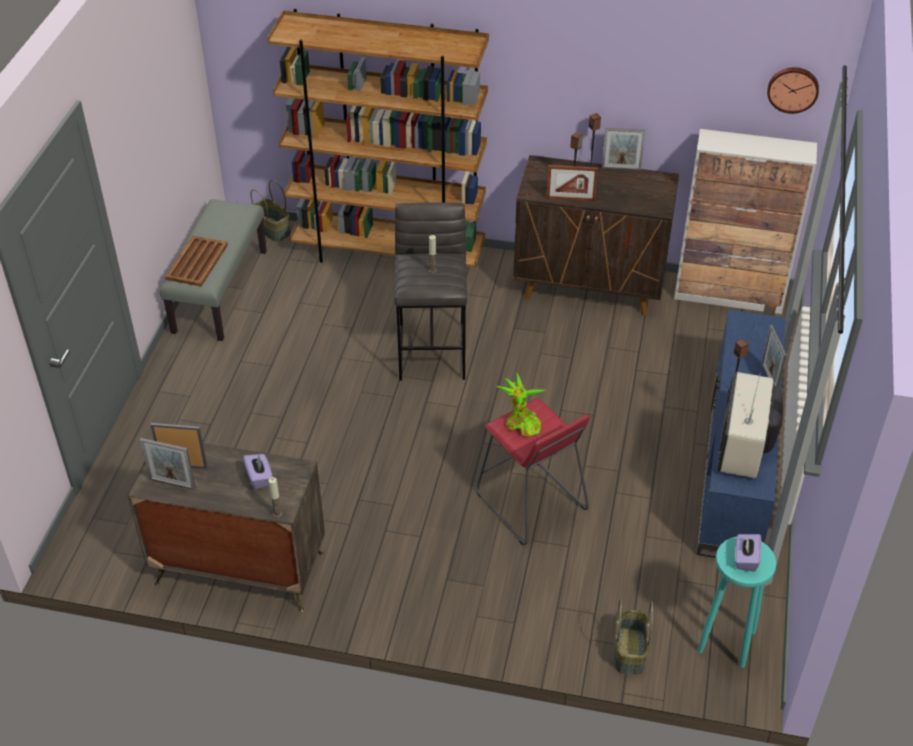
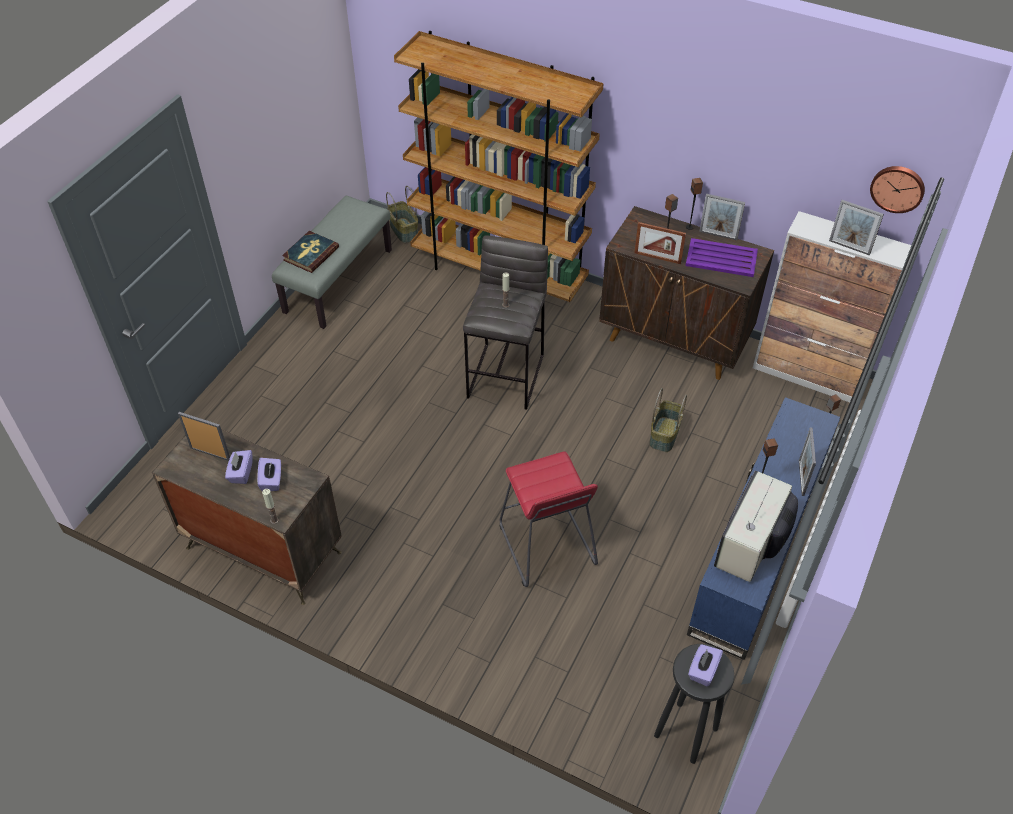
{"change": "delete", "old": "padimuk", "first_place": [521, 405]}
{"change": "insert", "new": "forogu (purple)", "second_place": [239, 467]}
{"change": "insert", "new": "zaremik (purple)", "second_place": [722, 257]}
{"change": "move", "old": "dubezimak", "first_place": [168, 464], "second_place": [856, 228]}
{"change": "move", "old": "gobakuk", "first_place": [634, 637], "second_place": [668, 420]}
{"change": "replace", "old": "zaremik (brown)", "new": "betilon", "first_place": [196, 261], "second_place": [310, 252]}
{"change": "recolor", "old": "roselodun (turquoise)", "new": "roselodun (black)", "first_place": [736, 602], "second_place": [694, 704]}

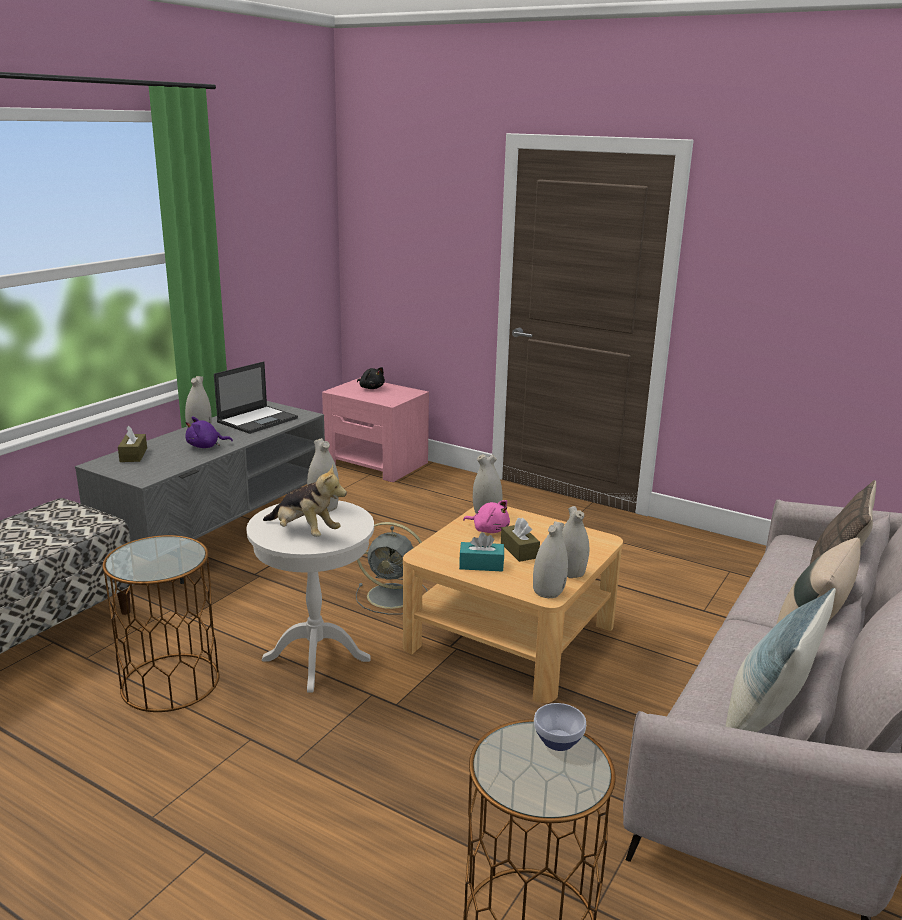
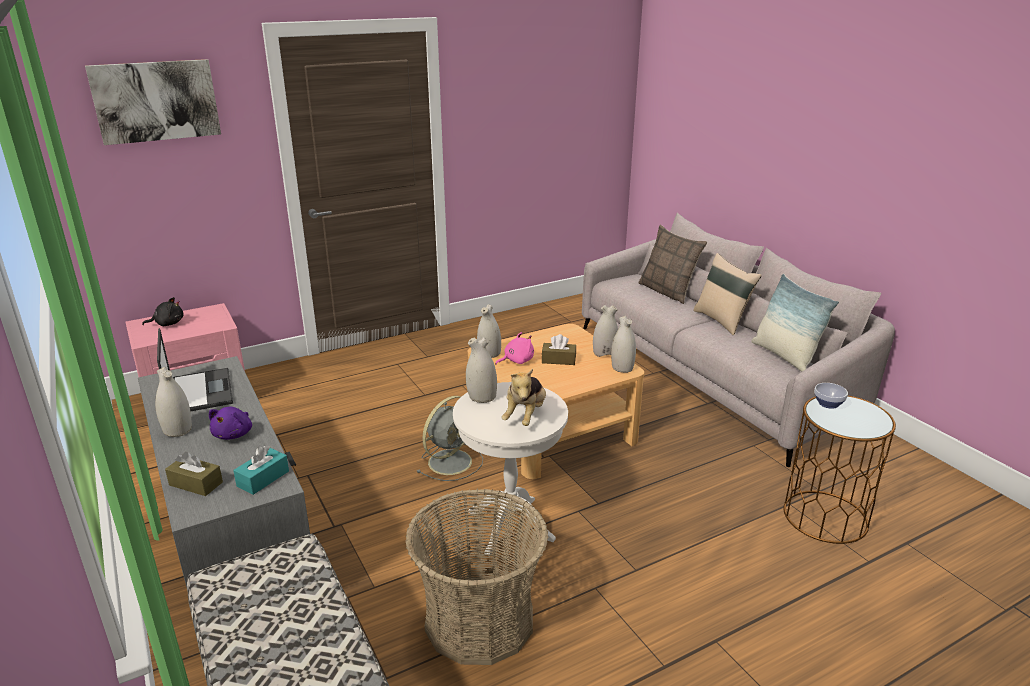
{"change": "insert", "new": "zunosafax", "second_place": [153, 102]}
{"change": "move", "old": "forogu (turquoise)", "first_place": [481, 552], "second_place": [261, 470]}
{"change": "replace", "old": "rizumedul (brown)", "new": "gobakuk", "first_place": [161, 623], "second_place": [476, 577]}
{"change": "rotate", "old": "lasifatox", "first_place": [305, 501], "second_place": [524, 397], "degrees": 135}

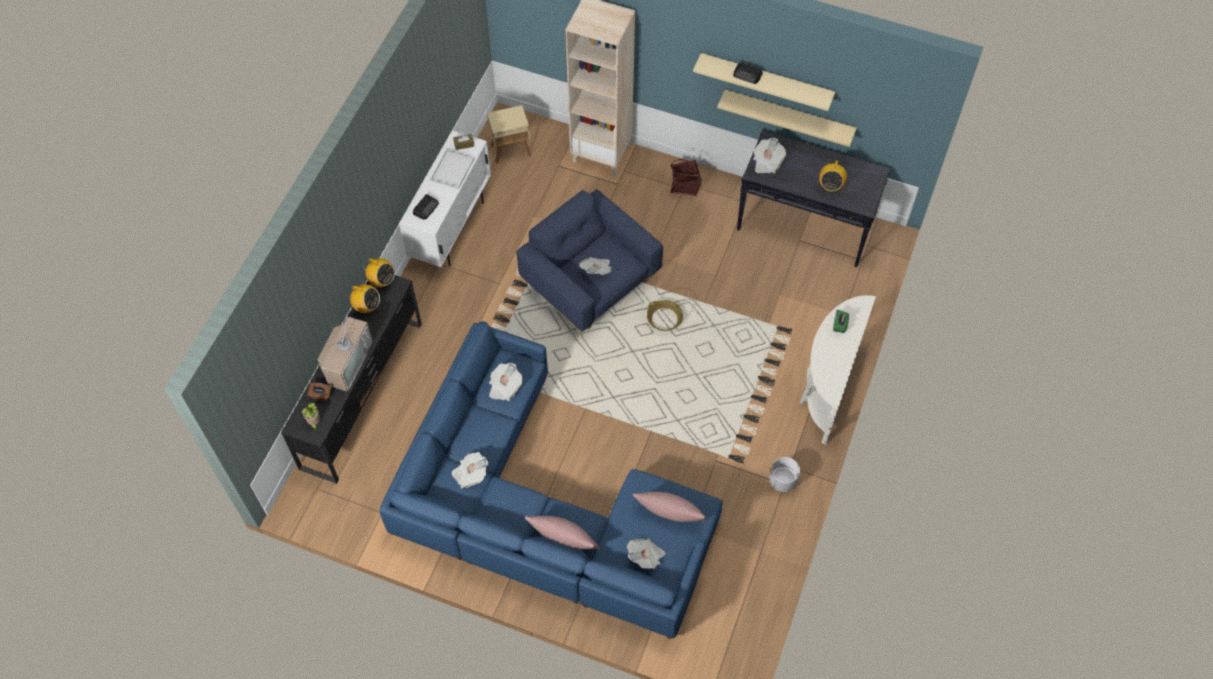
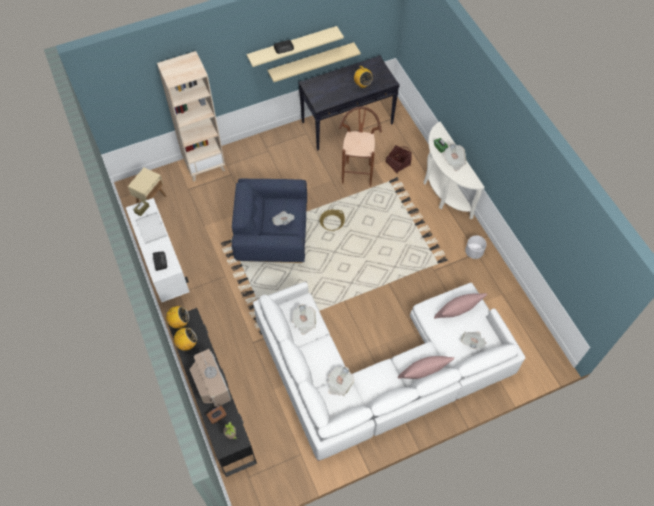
{"change": "insert", "new": "roselodun (brown)", "second_place": [360, 146]}
{"change": "move", "old": "gobakuk", "first_place": [686, 178], "second_place": [399, 159]}
{"change": "move", "old": "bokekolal", "first_place": [769, 155], "second_place": [456, 157]}
{"change": "recolor", "old": "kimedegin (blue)", "new": "kimedegin (white)", "first_place": [551, 480], "second_place": [389, 371]}

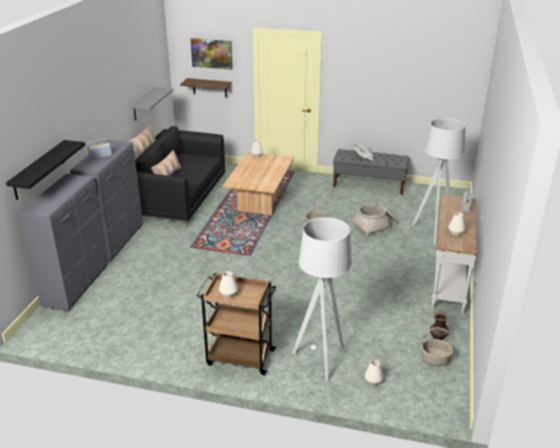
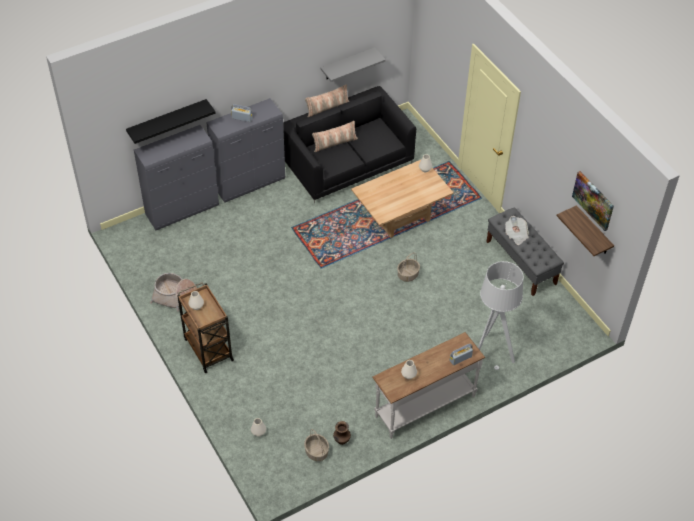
{"change": "delete", "old": "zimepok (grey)", "first_place": [322, 299]}
{"change": "move", "old": "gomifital", "first_place": [206, 87], "second_place": [585, 230]}
{"change": "move", "old": "zunosafax", "first_place": [211, 54], "second_place": [593, 201]}
{"change": "move", "old": "gobakuk", "first_place": [374, 220], "second_place": [173, 292]}

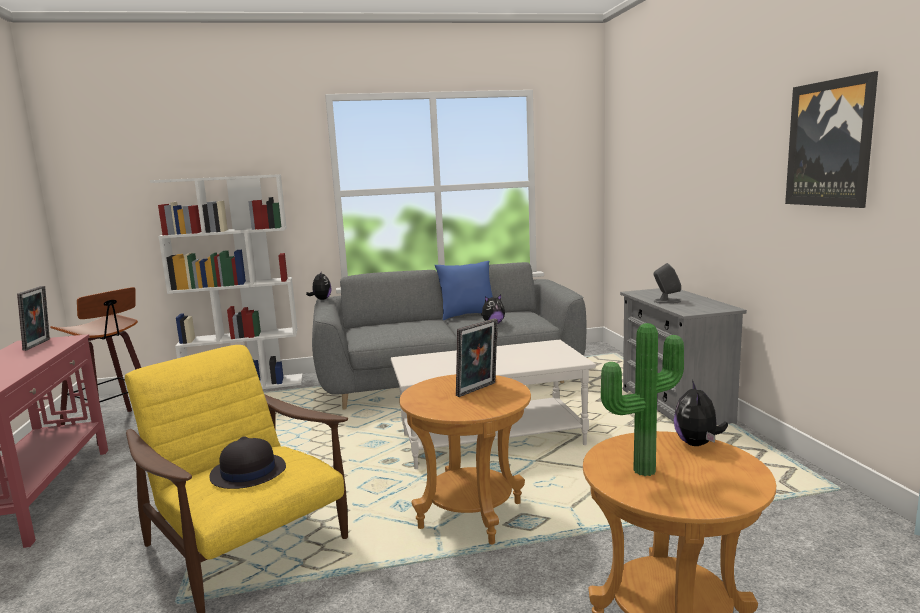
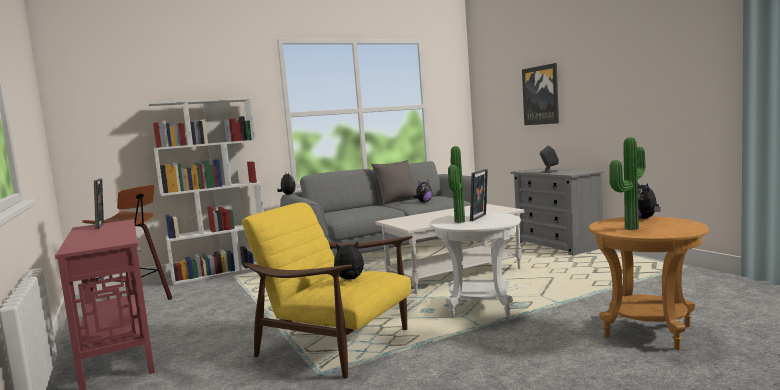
{"change": "insert", "new": "padimuk", "second_place": [456, 184]}
{"change": "move", "old": "zunosafax", "first_place": [831, 139], "second_place": [540, 94]}
{"change": "replace", "old": "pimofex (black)", "new": "lasifatox", "first_place": [248, 462], "second_place": [349, 260]}
{"change": "recolor", "old": "rizumedul (brown)", "new": "rizumedul (white)", "first_place": [465, 459], "second_place": [475, 265]}
{"change": "recolor", "old": "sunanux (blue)", "new": "sunanux (grey)", "first_place": [464, 290], "second_place": [393, 182]}

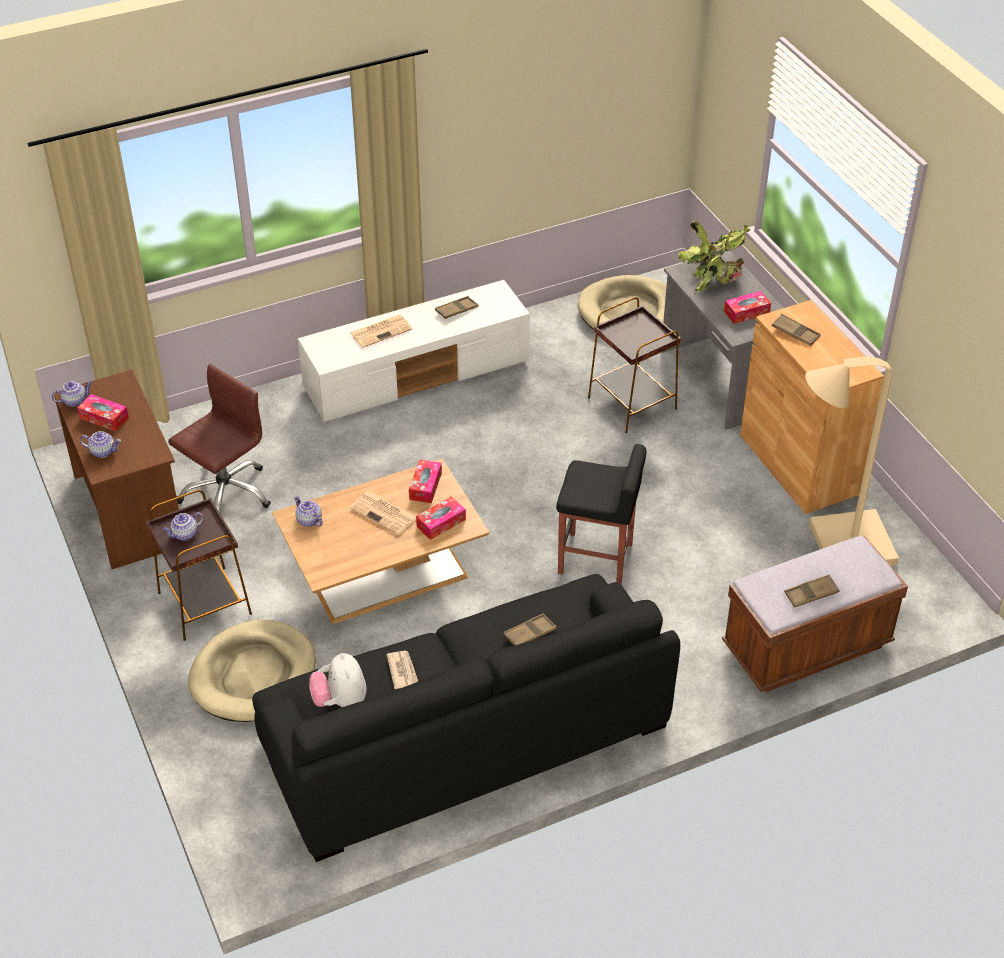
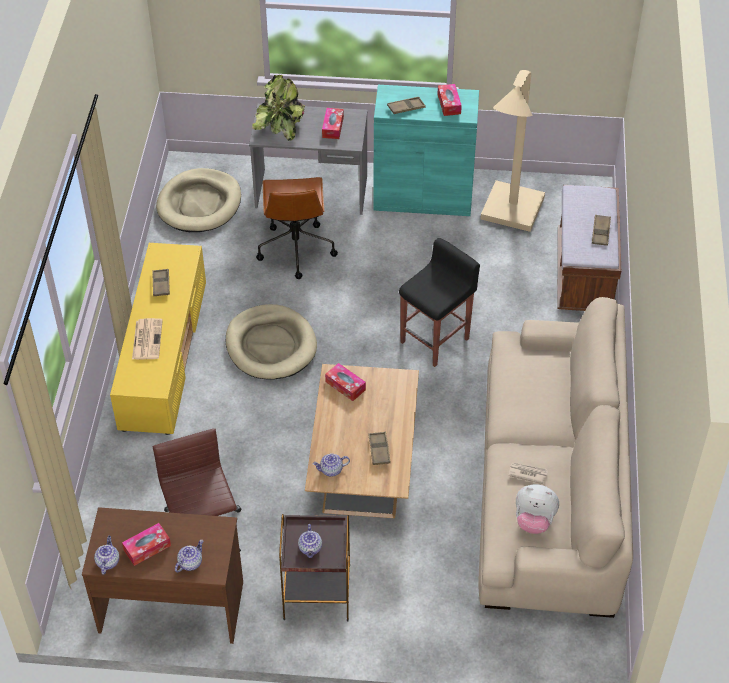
{"change": "delete", "old": "bokekolal", "first_place": [383, 513]}
{"change": "move", "old": "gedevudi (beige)", "first_place": [252, 670], "second_place": [271, 342]}
{"change": "move", "old": "forogu", "first_place": [441, 518], "second_place": [449, 100]}
{"change": "move", "old": "zaremik (brown)", "first_place": [530, 629], "second_place": [379, 448]}
{"change": "replace", "old": "rizumedul (brown)", "new": "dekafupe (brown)", "first_place": [634, 365], "second_place": [297, 228]}
{"change": "recolor", "old": "kimedegin (black)", "new": "kimedegin (beige)", "first_place": [466, 718], "second_place": [555, 457]}
{"change": "recolor", "old": "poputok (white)", "new": "poputok (yellow)", "first_place": [414, 351], "second_place": [158, 339]}
{"change": "recolor", "old": "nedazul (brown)", "new": "nedazul (turquoise)", "first_place": [812, 407], "second_place": [426, 150]}

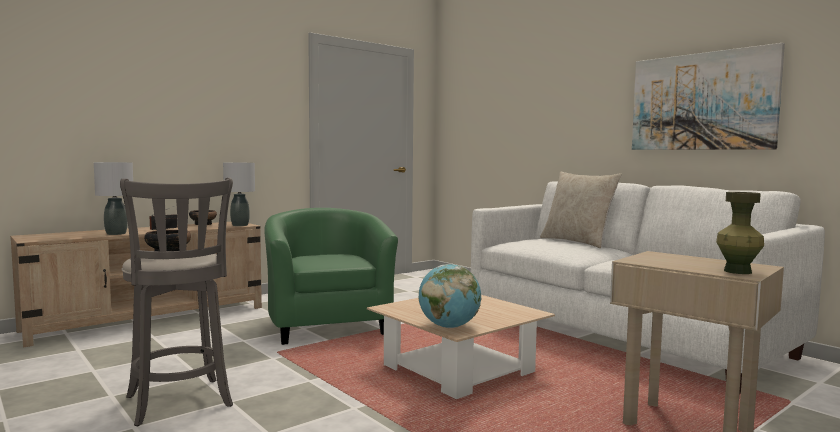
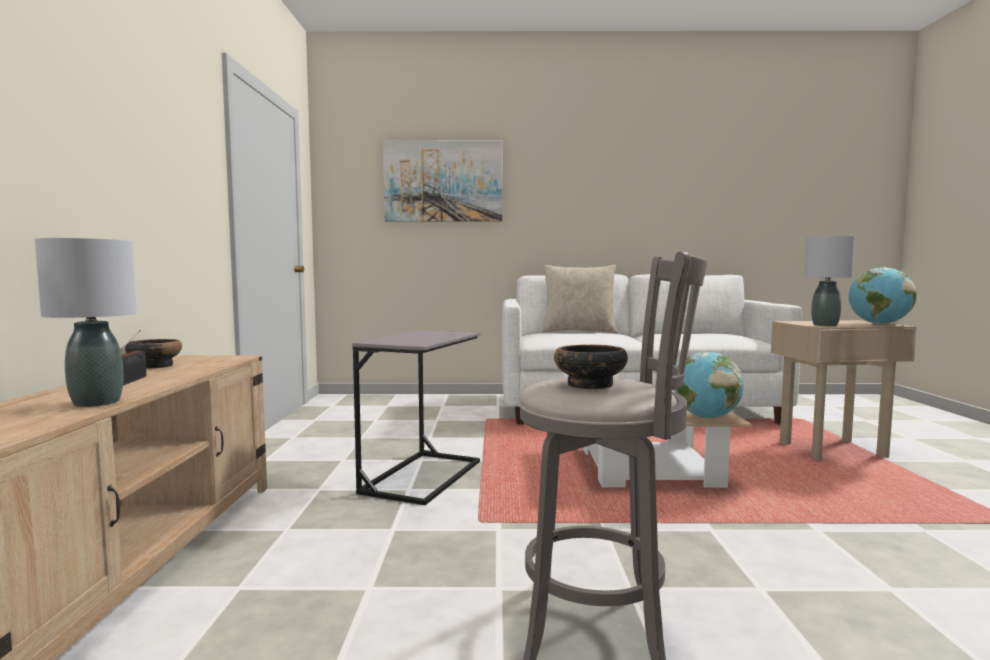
{"change": "move", "old": "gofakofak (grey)", "first_place": [239, 194], "second_place": [829, 281]}
{"change": "move", "old": "zunosafax", "first_place": [708, 96], "second_place": [442, 181]}
{"change": "replace", "old": "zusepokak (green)", "new": "rizumedul (grey)", "first_place": [331, 276], "second_place": [416, 417]}
{"change": "replace", "old": "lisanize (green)", "new": "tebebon", "first_place": [740, 233], "second_place": [883, 295]}

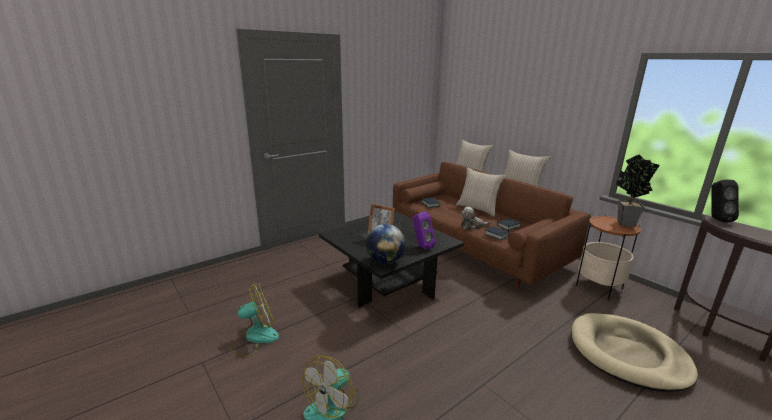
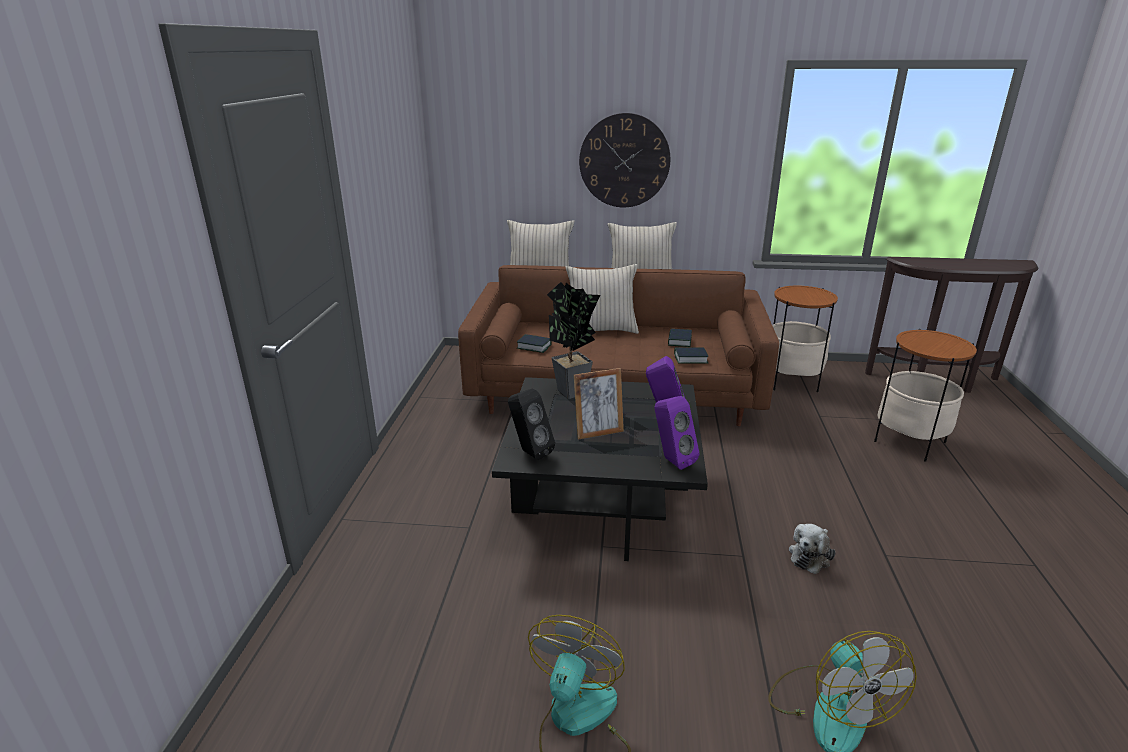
{"change": "insert", "new": "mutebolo", "second_place": [624, 160]}
{"change": "move", "old": "lasifatox", "first_place": [476, 218], "second_place": [812, 549]}
{"change": "move", "old": "padimuk", "first_place": [638, 191], "second_place": [573, 340]}
{"change": "move", "old": "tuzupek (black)", "first_place": [725, 200], "second_place": [531, 424]}
{"change": "replace", "old": "tebebon", "new": "tuzupek (purple)", "first_place": [385, 244], "second_place": [676, 433]}
{"change": "replace", "old": "gedevudi (beige)", "new": "rizumedul", "first_place": [634, 352], "second_place": [925, 395]}

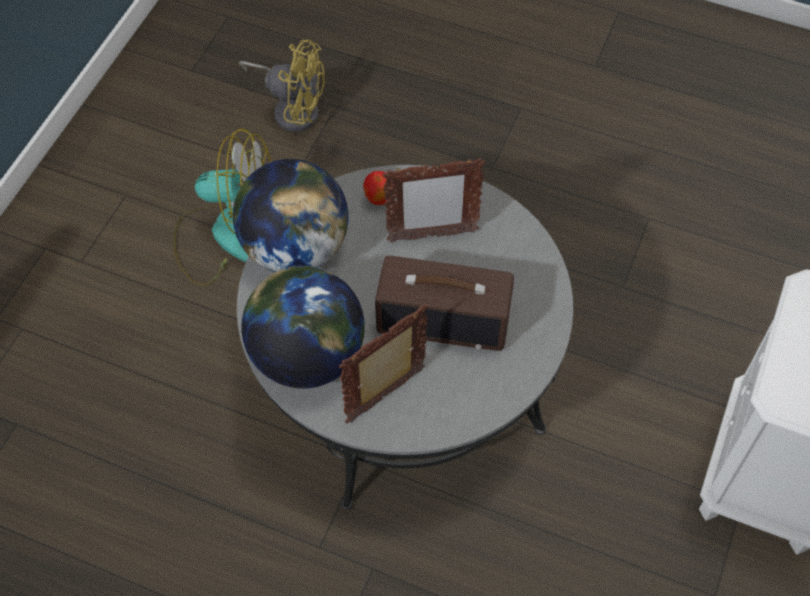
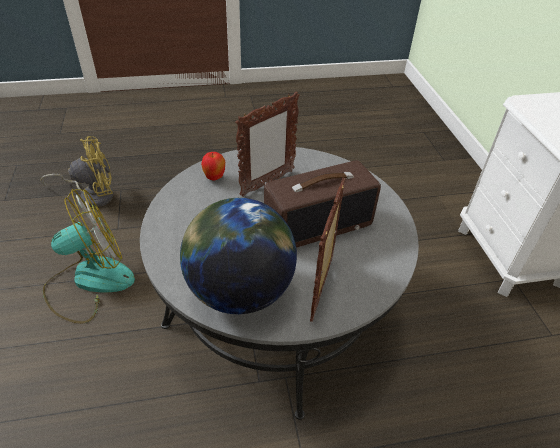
{"change": "delete", "old": "tebebon", "first_place": [291, 215]}

